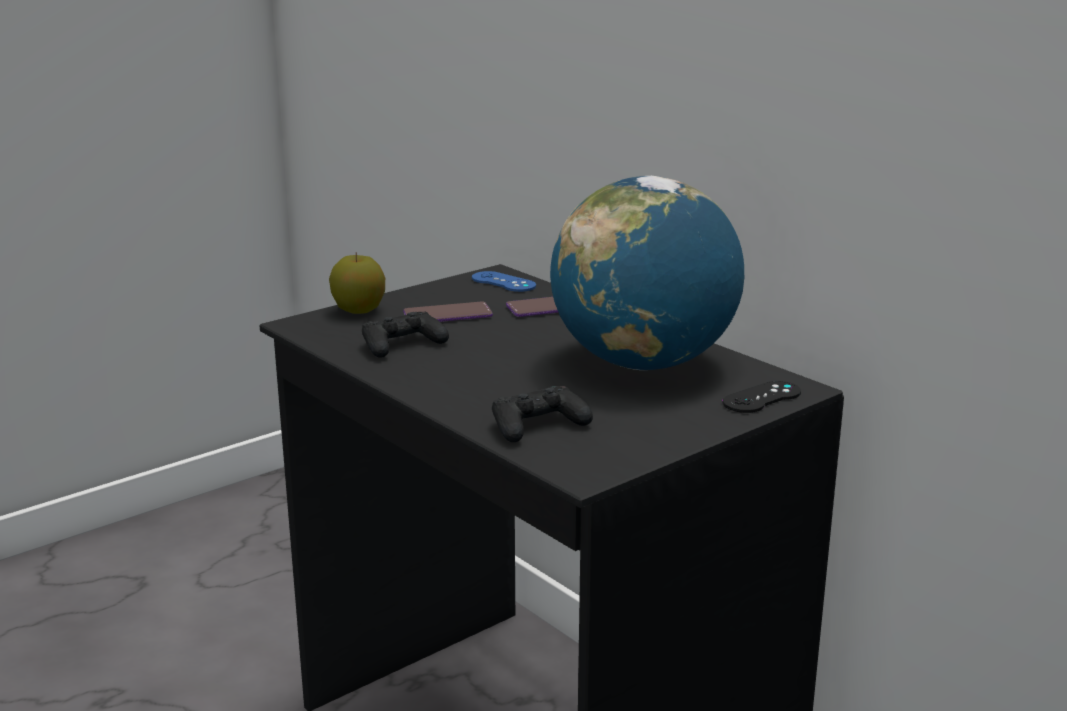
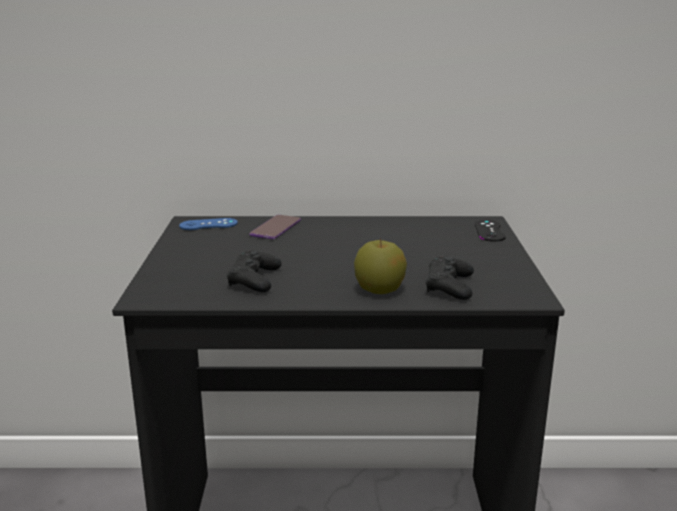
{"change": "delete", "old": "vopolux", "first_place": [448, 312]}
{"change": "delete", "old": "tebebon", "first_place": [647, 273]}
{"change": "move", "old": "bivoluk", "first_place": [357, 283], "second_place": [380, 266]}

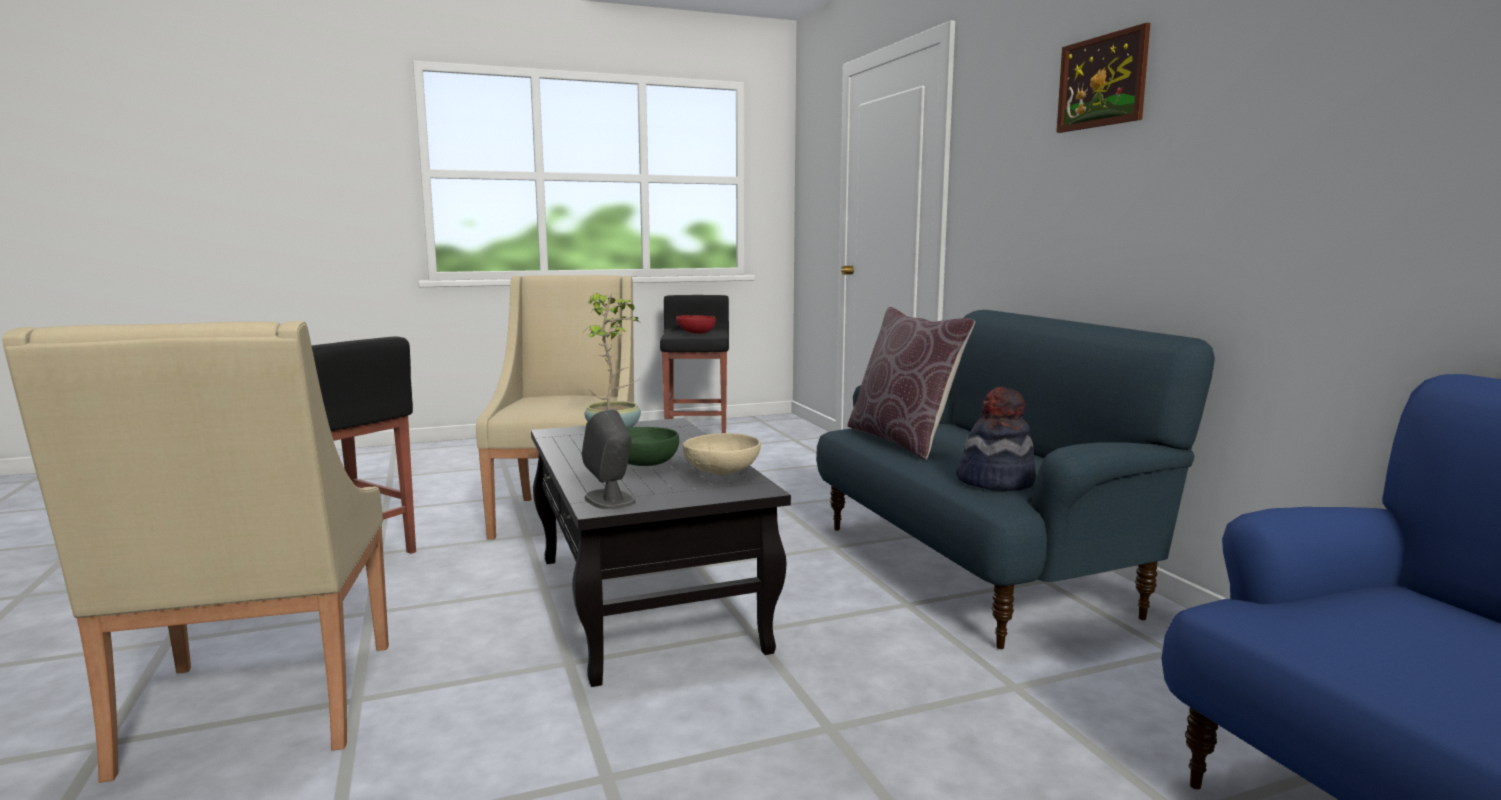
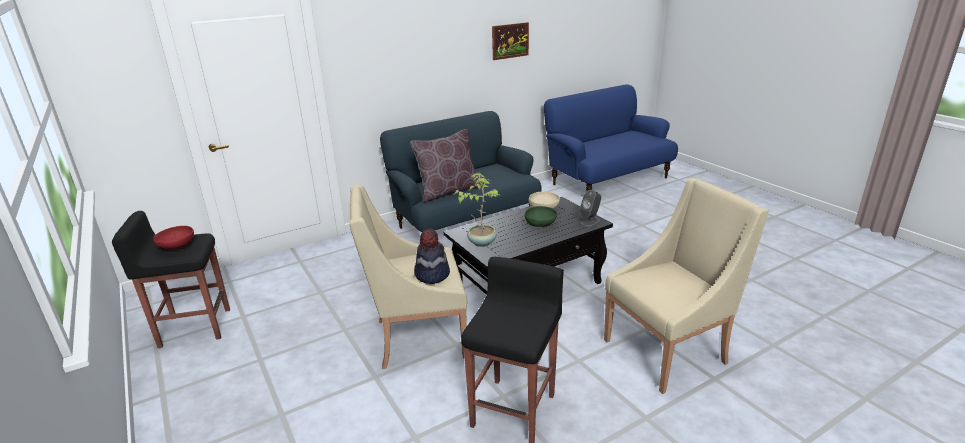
{"change": "move", "old": "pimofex", "first_place": [996, 439], "second_place": [432, 256]}
{"change": "move", "old": "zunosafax", "first_place": [1103, 78], "second_place": [510, 41]}

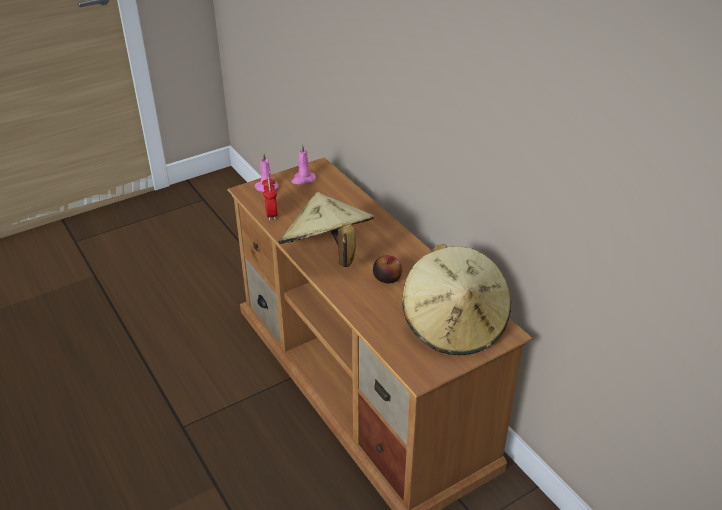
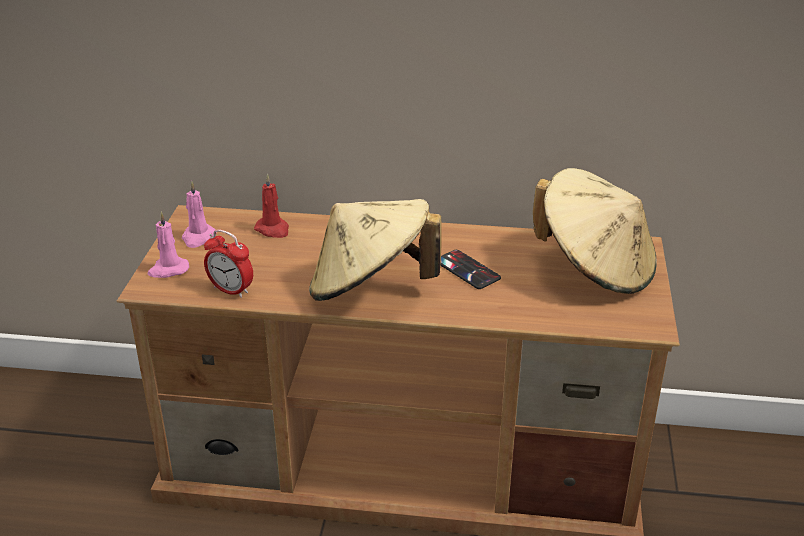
{"change": "insert", "new": "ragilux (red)", "second_place": [271, 205]}
{"change": "replace", "old": "bivoluk", "new": "vopolux", "first_place": [387, 269], "second_place": [470, 269]}

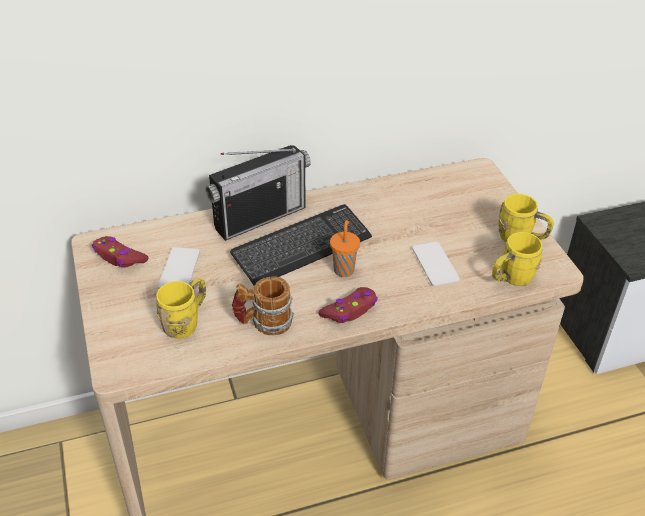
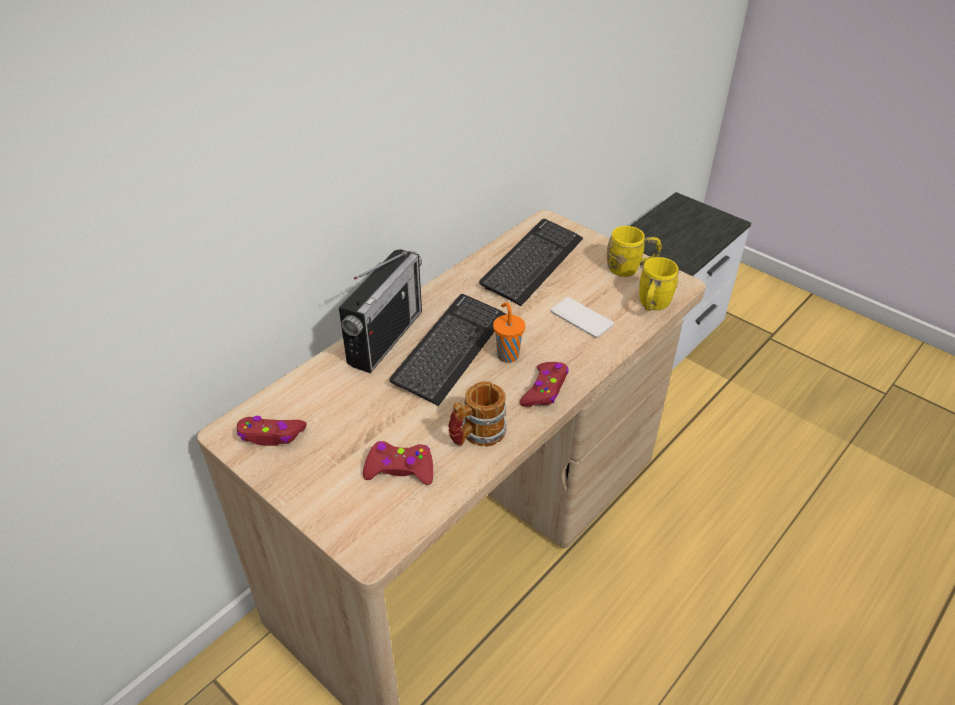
{"change": "delete", "old": "vopolux", "first_place": [179, 268]}
{"change": "insert", "new": "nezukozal", "second_place": [531, 262]}
{"change": "replace", "old": "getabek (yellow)", "new": "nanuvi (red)", "first_place": [181, 308], "second_place": [398, 463]}

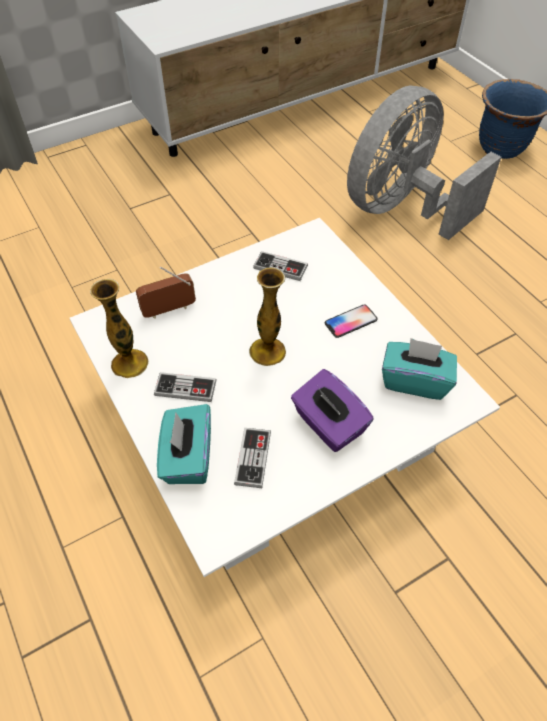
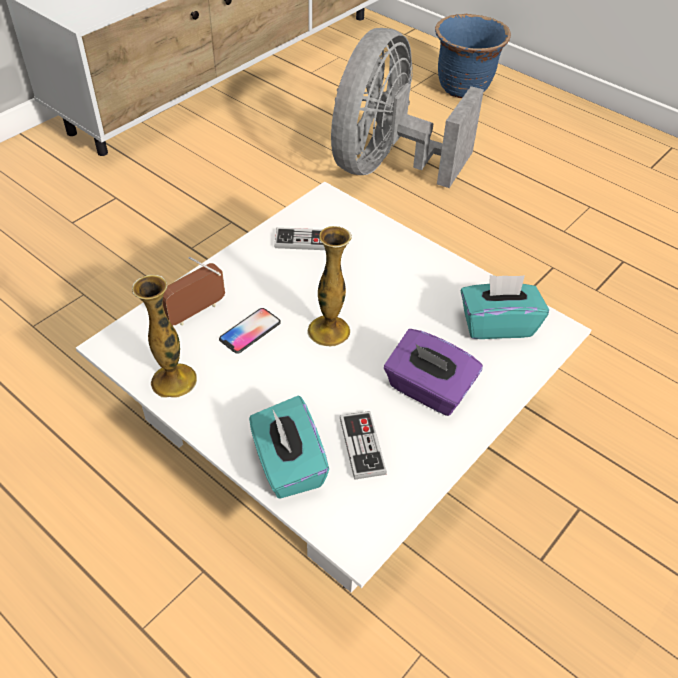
{"change": "delete", "old": "nanuvi", "first_place": [185, 387]}
{"change": "move", "old": "vopolux", "first_place": [351, 321], "second_place": [250, 331]}

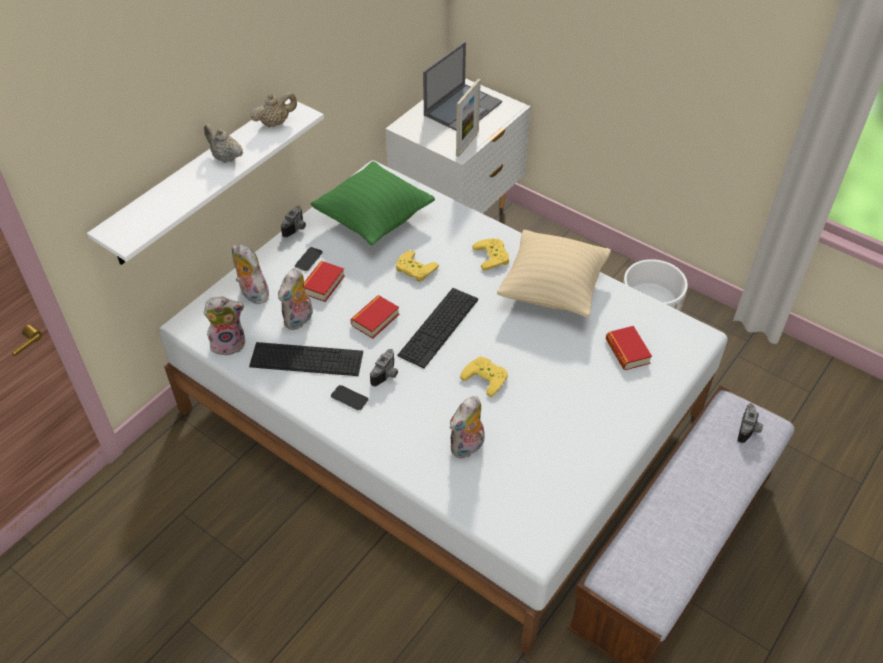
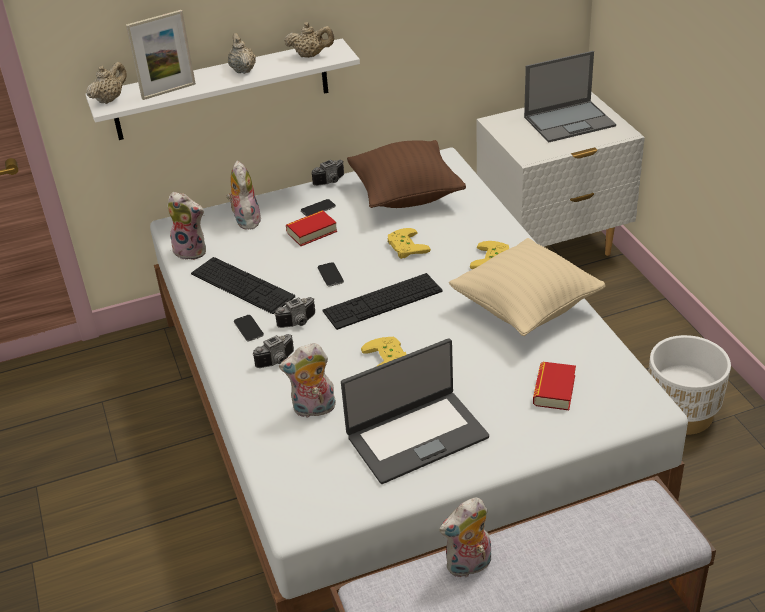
{"change": "insert", "new": "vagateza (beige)", "second_place": [106, 83]}
{"change": "insert", "new": "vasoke", "second_place": [415, 411]}
{"change": "move", "old": "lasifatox", "first_place": [295, 299], "second_place": [465, 538]}
{"change": "move", "old": "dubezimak", "first_place": [468, 118], "second_place": [161, 55]}
{"change": "move", "old": "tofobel", "first_place": [750, 423], "second_place": [273, 351]}
{"change": "replace", "old": "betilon", "new": "vopolux", "first_place": [374, 317], "second_place": [331, 274]}
{"change": "recolor", "old": "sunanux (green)", "new": "sunanux (brown)", "first_place": [373, 203], "second_place": [406, 174]}

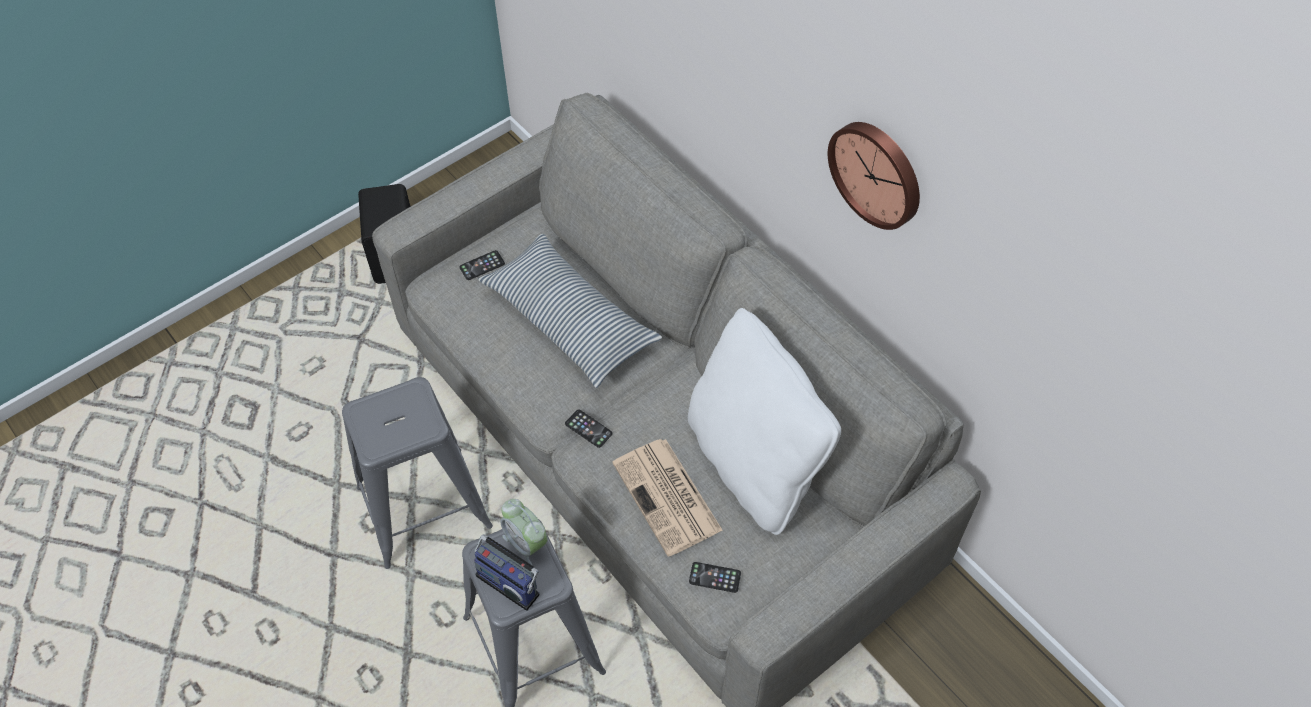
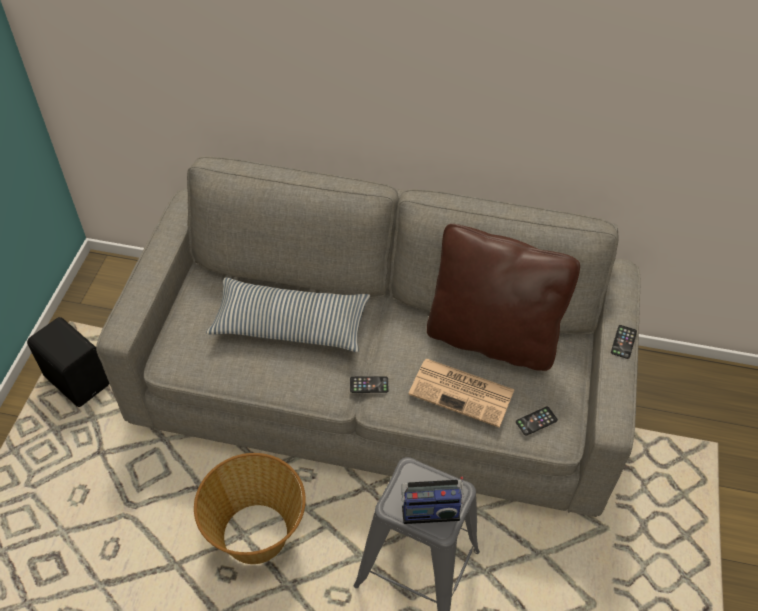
{"change": "delete", "old": "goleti", "first_place": [524, 532]}
{"change": "delete", "old": "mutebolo", "first_place": [874, 176]}
{"change": "move", "old": "vopolux", "first_place": [482, 265], "second_place": [624, 342]}
{"change": "replace", "old": "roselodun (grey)", "new": "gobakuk", "first_place": [417, 473], "second_place": [250, 508]}
{"change": "recolor", "old": "sunanux (white)", "new": "sunanux (brown)", "first_place": [764, 421], "second_place": [503, 297]}

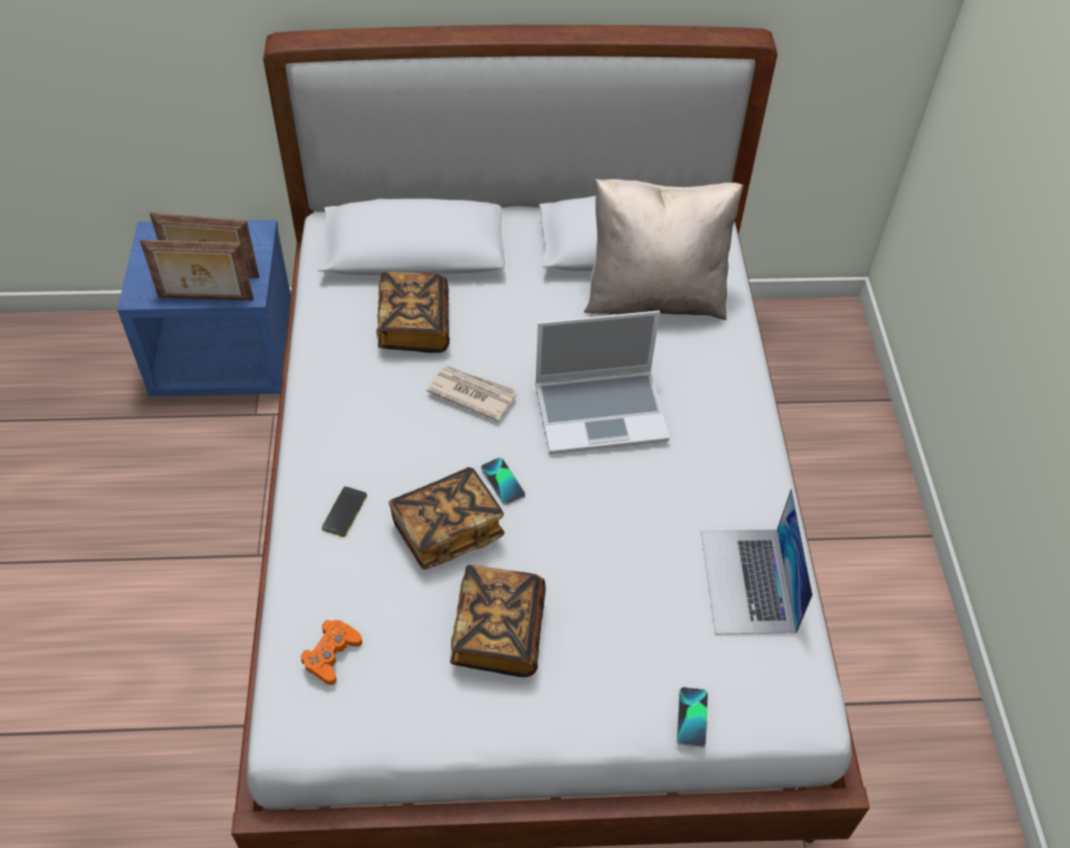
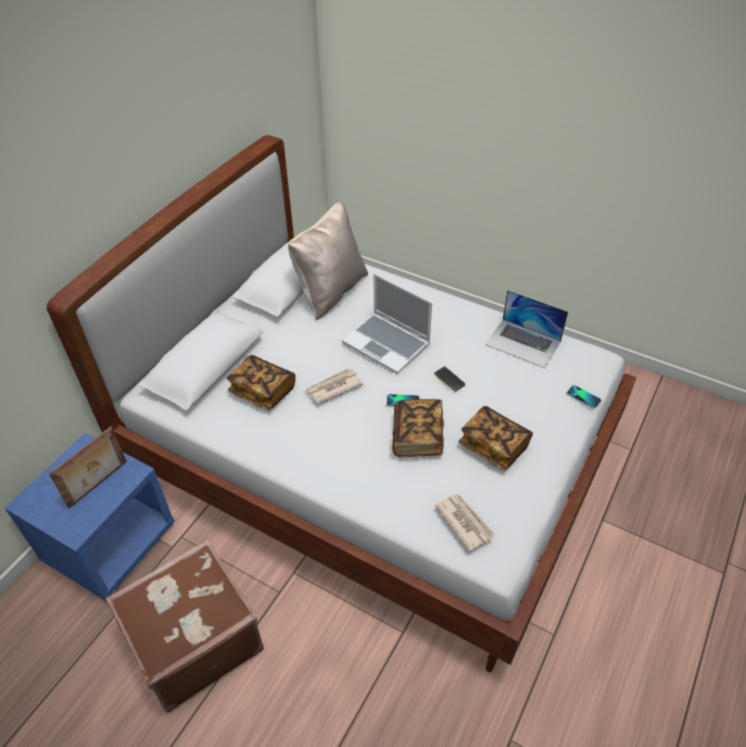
{"change": "delete", "old": "dubezimak", "first_place": [197, 270]}
{"change": "insert", "new": "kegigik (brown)", "second_place": [184, 626]}
{"change": "move", "old": "vopolux", "first_place": [344, 512], "second_place": [449, 379]}
{"change": "replace", "old": "nanuvi (orange)", "new": "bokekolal", "first_place": [331, 652], "second_place": [465, 523]}
{"change": "rotate", "old": "vasoke", "first_place": [602, 382], "second_place": [387, 323], "degrees": 105}

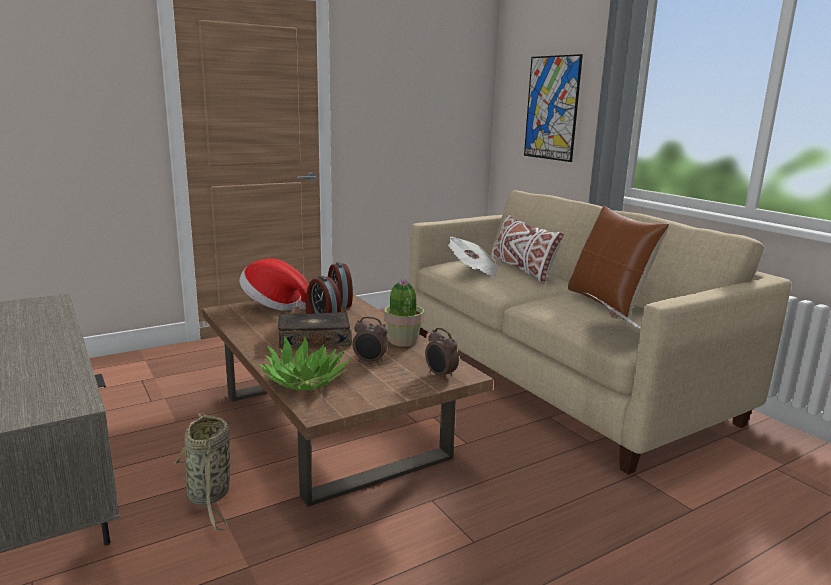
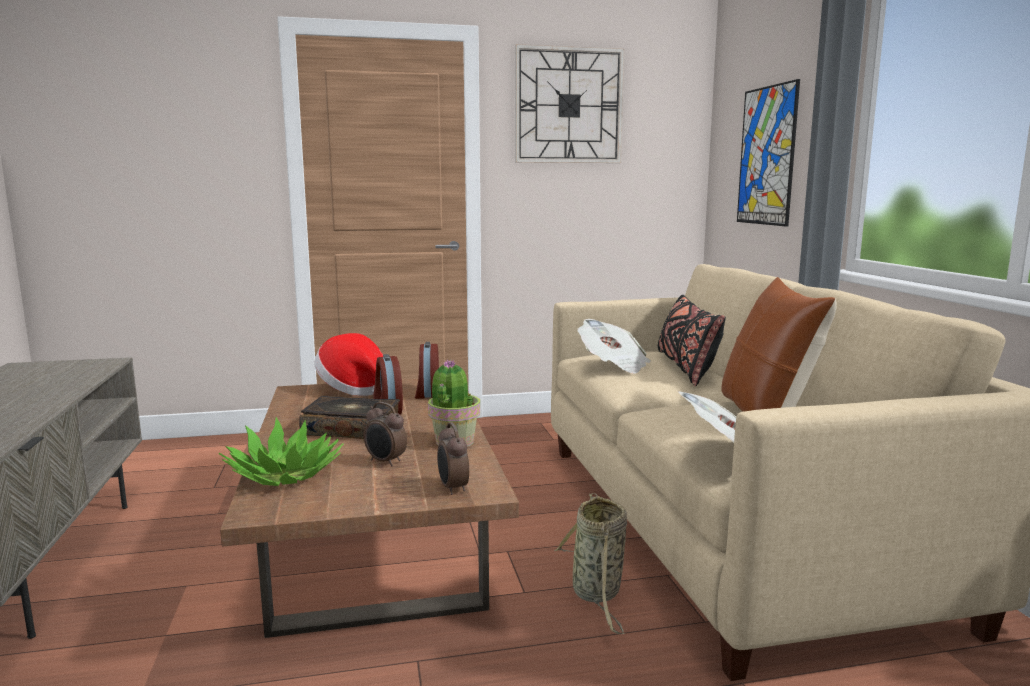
{"change": "insert", "new": "mutebolo", "second_place": [569, 103]}
{"change": "move", "old": "gobakuk", "first_place": [201, 471], "second_place": [590, 563]}
{"change": "recolor", "old": "sunanux (white)", "new": "sunanux (black)", "first_place": [528, 249], "second_place": [692, 340]}

